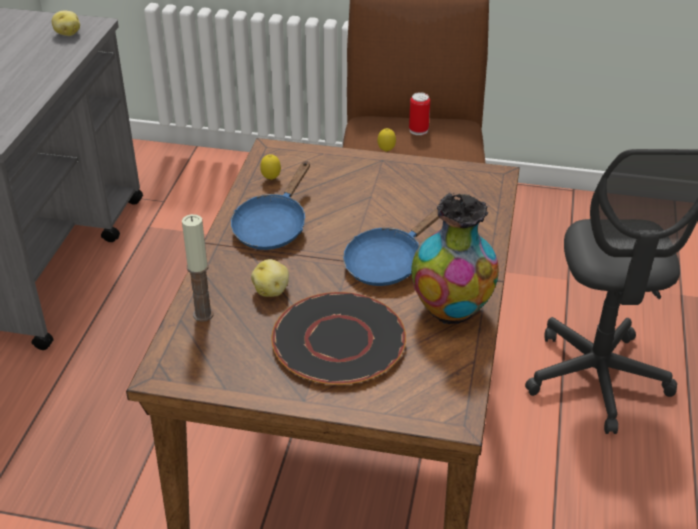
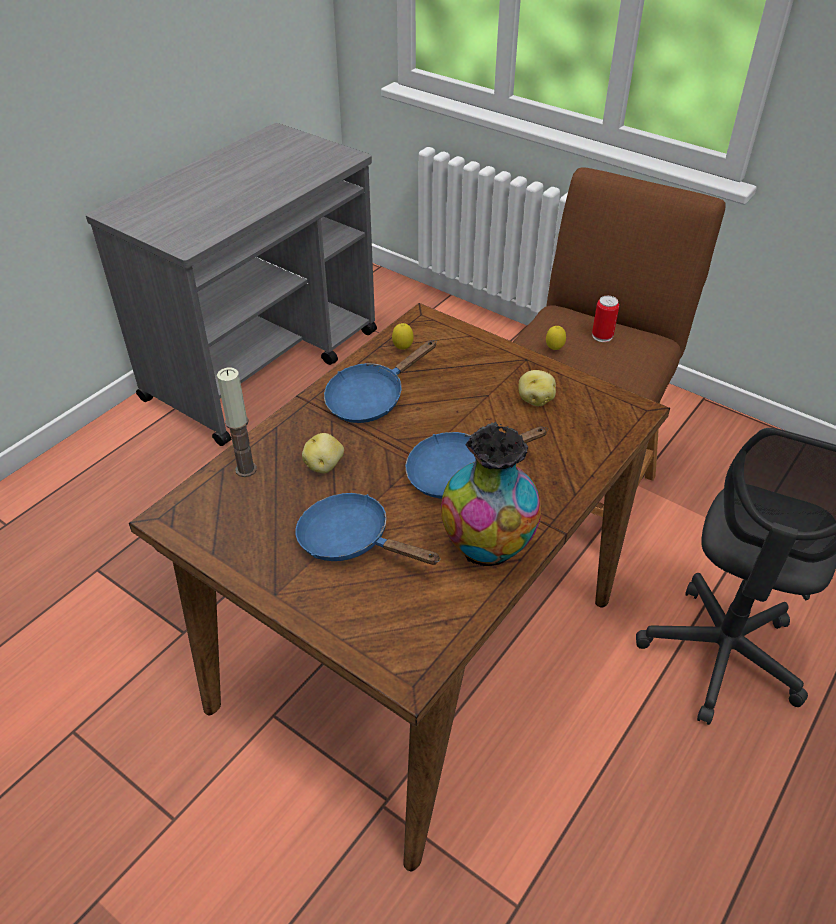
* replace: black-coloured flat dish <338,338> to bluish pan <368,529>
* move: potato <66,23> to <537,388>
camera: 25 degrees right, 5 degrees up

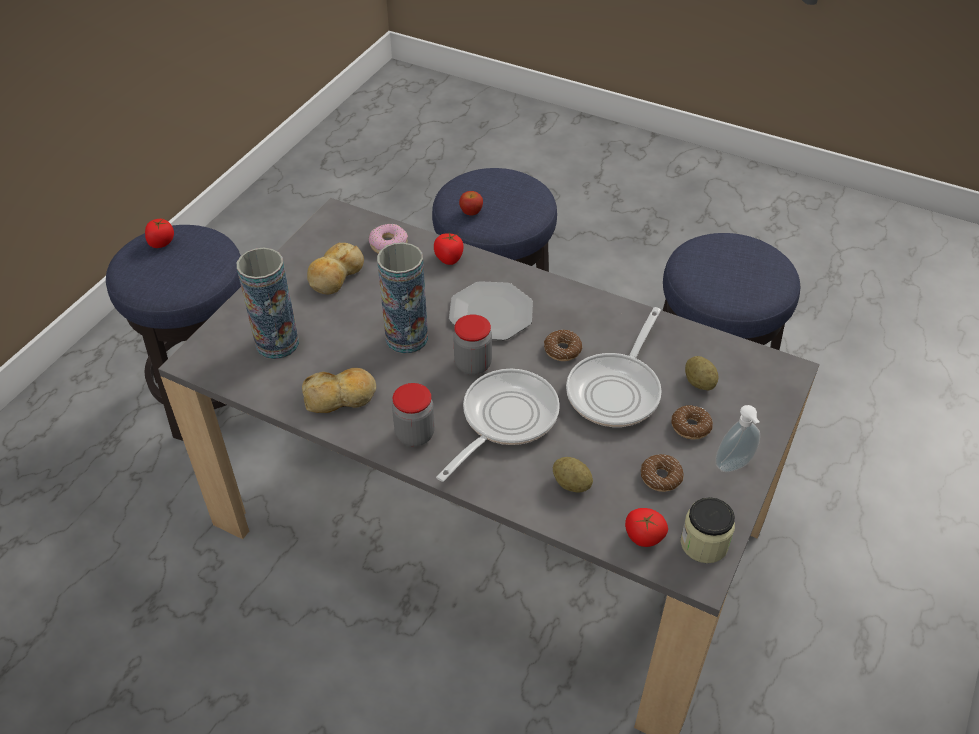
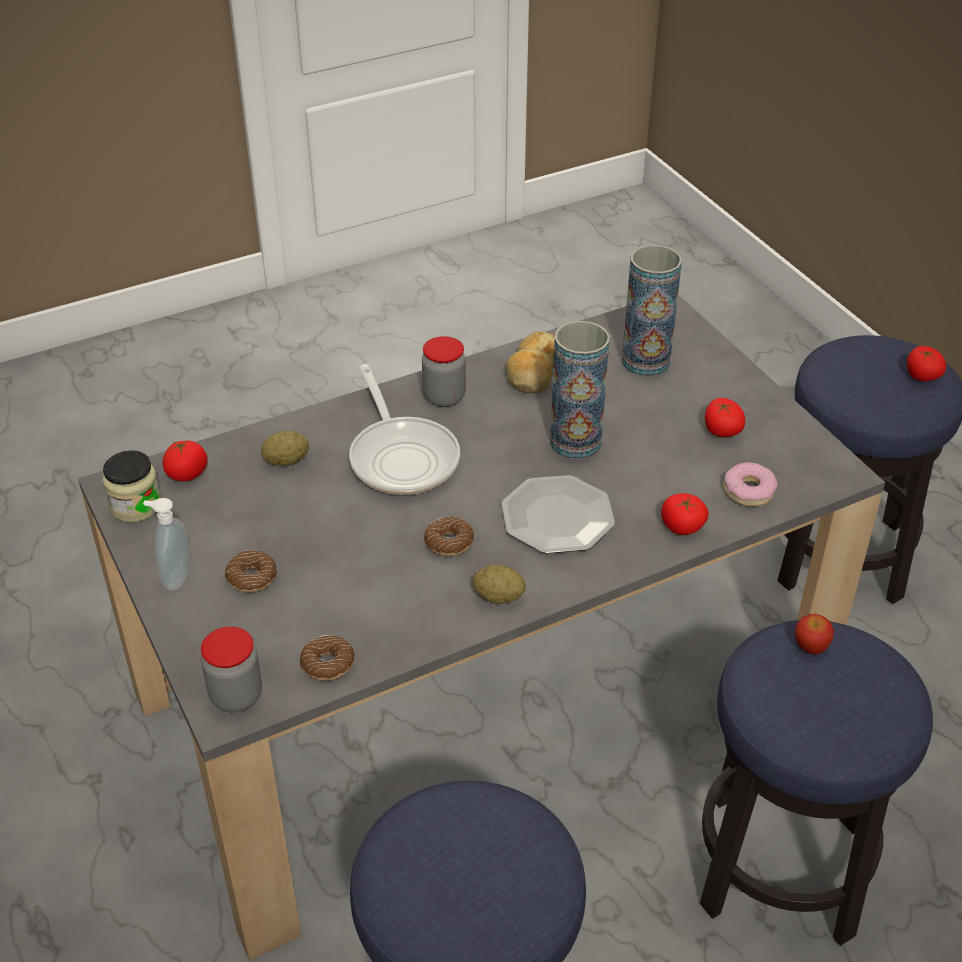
* move: storage jar <472,344> to <231,669>
* move: doughnut <662,473> to <327,658>
* move: potato <701,373> to <499,584>
* replace: bakery bread <335,268> to whole tomato <725,417>
* delete: pan <614,367>
camera: 125 degrees right, 5 degrees down

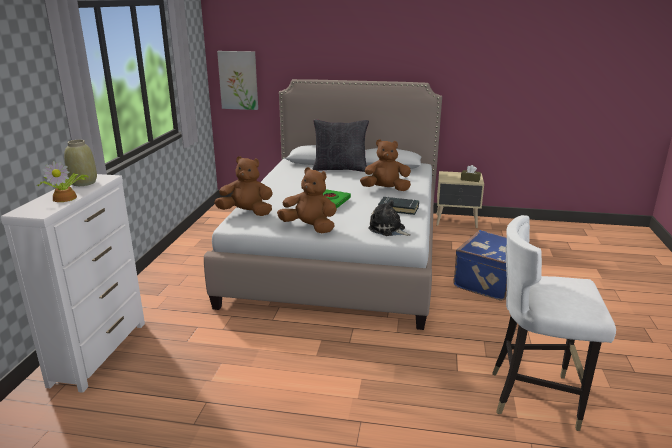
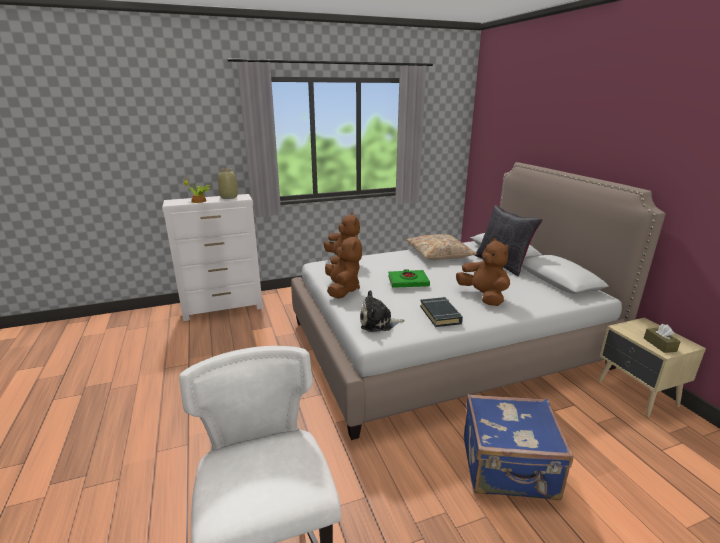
* rotate: plush toy <389,218> = <382,311> 105 degrees counterclockwise
* insert: sand-coloured cushion <441,247>
* delete: wall art <237,80>
camera: 60 degrees right, 0 degrees up

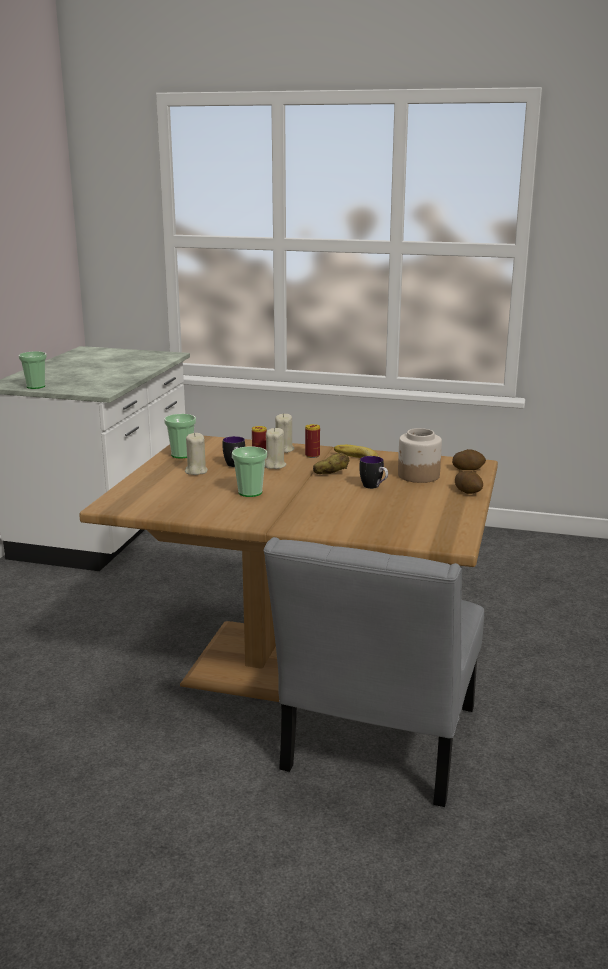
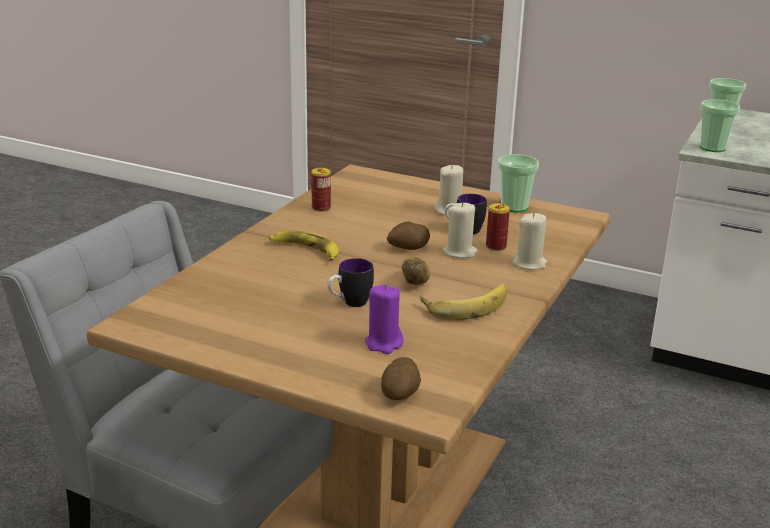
* insert: banana fruit <304,246>
* move: sealed can <312,441> to <321,190>
* replace: storage jar <420,455> to purple-coloured wax candle <384,319>
* move: potato <469,482> to <408,235>
* move: small cup <249,472> to <720,125>
camera: 100 degrees right, 5 degrees up

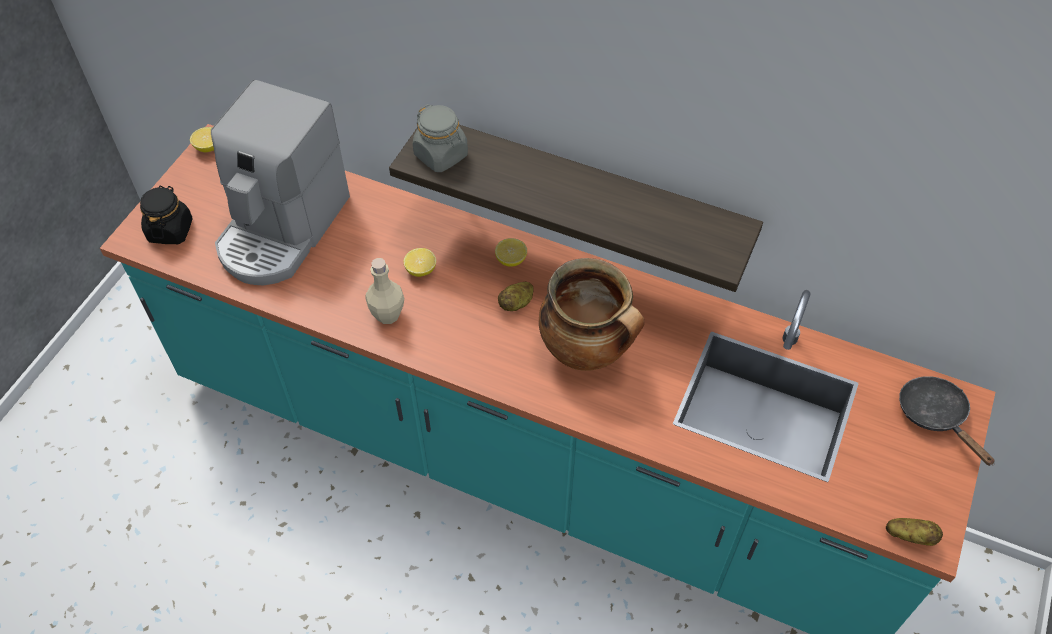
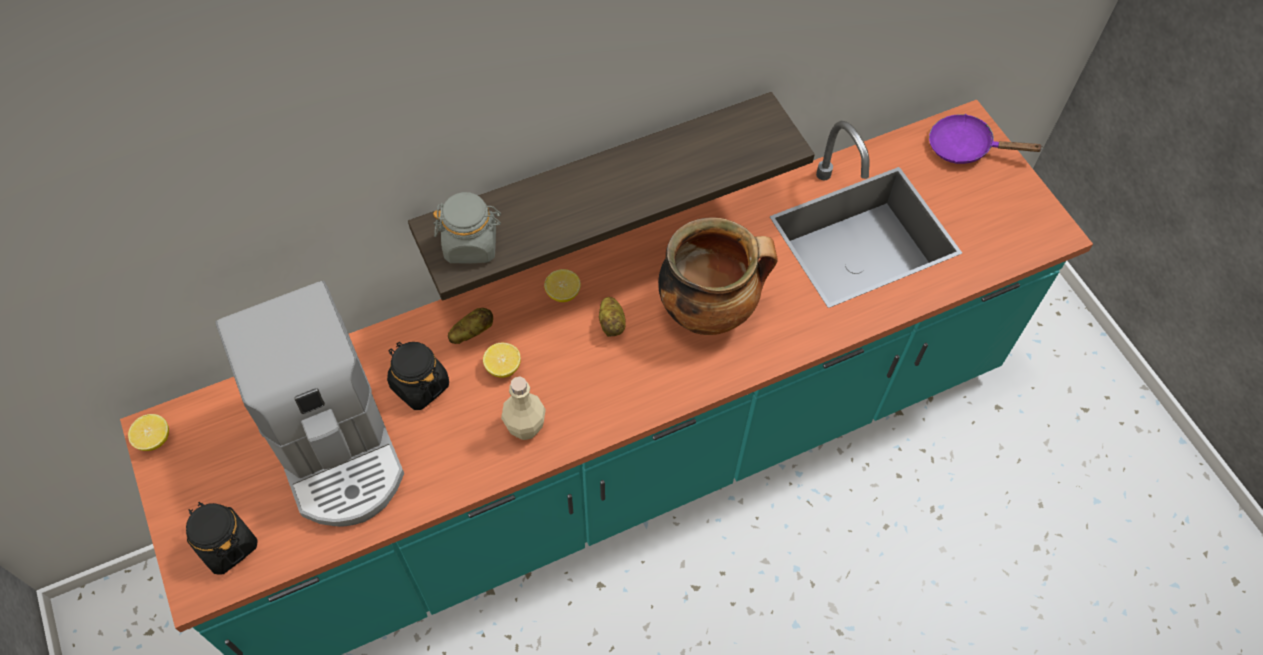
* insert: black-coloured storage jar <418,376>
* move: potato <914,532> to <470,326>
* recolor: black-coloured pan <947,421> to purple-coloured pan <986,139>
camera: 50 degrees left, 5 degrees up

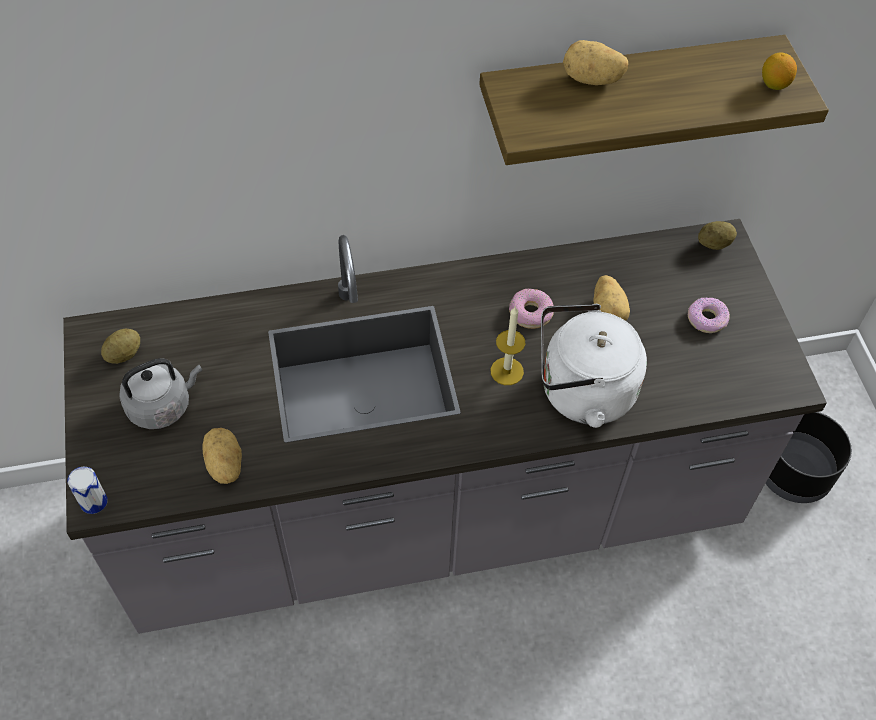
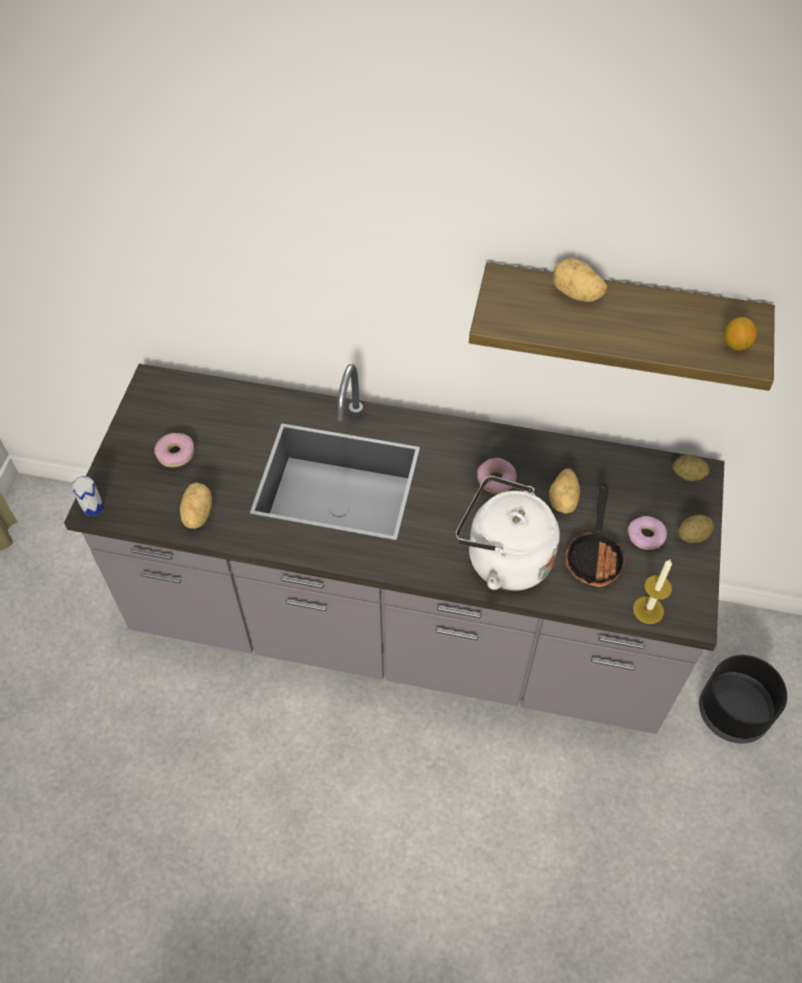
* replace: gray tea kettle <160,393> to doughnut <174,450>
* insert: pan <596,535>
* move: wax candle <508,346> to <652,592>
* move: potato <120,346> to <696,529>
camera: 25 degrees right, 0 degrees up

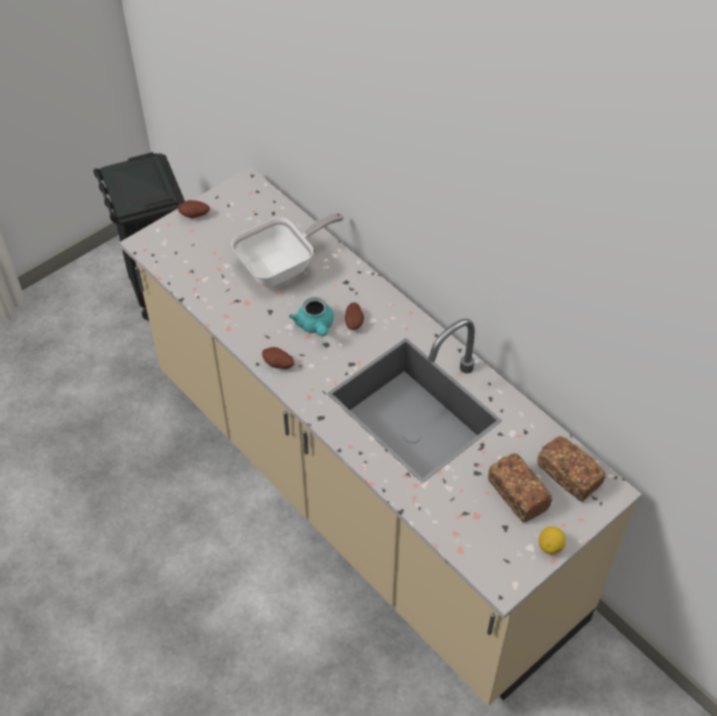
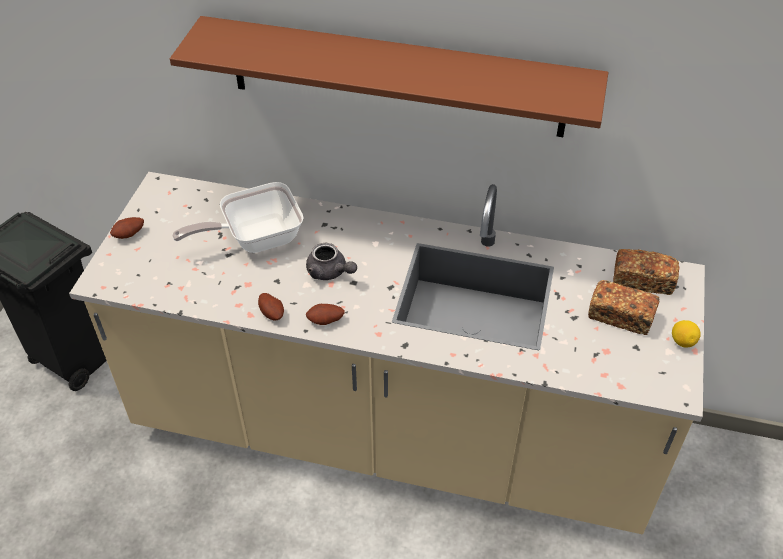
* insert: brown-coloured bracket shelf <389,76>
* rotate: pan <287,249> = <238,217> 135 degrees counterclockwise
* move: potato <354,316> to <271,307>
* recolor: turquoise tea pot <311,316> to gray tea pot <331,261>
camera: 35 degrees left, 5 degrees down

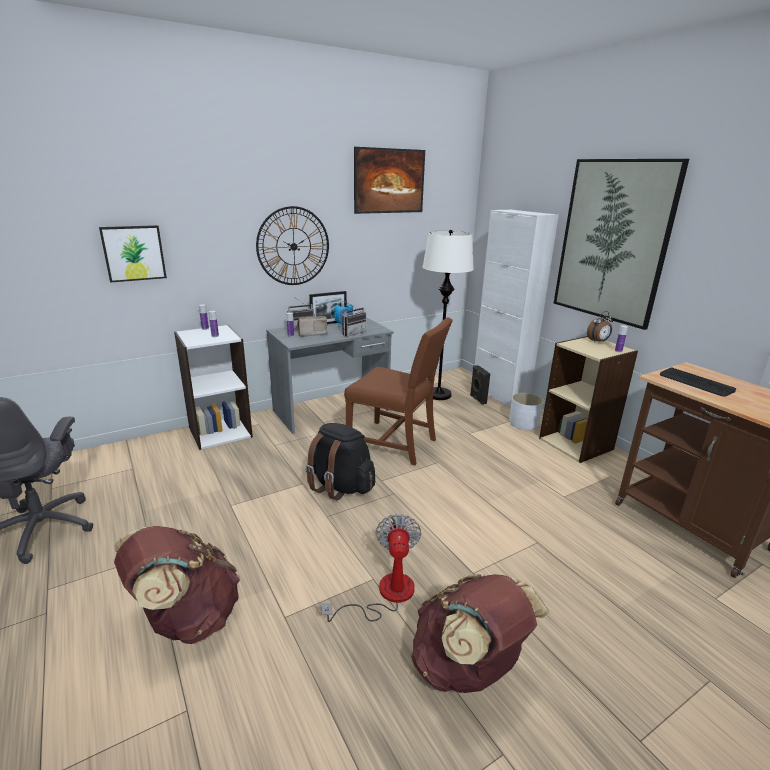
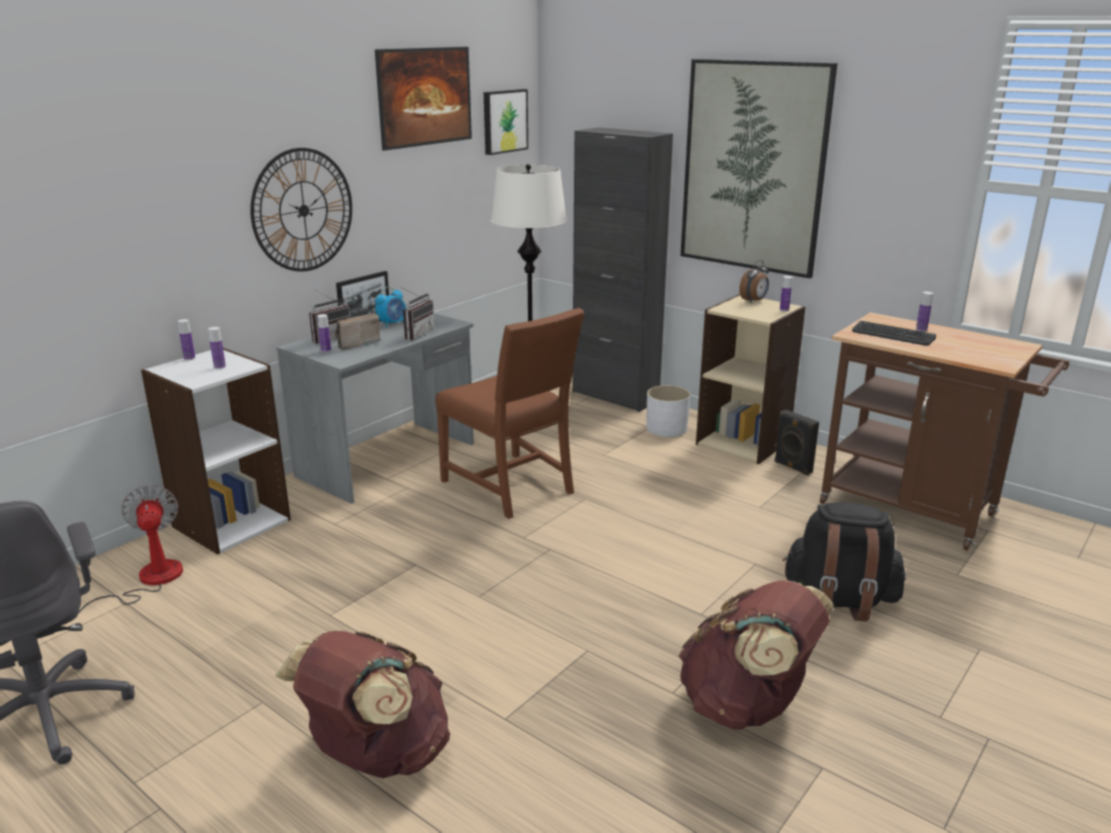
* move: cooling fan <371,568> to <130,549>
* rotate: brown-coloured chair <398,391> = <510,413> 45 degrees clockwise
* move: wall art <133,254> to <506,122>
* recolor: white-coloured storage cabinet <517,309> to black-coloured storage cabinet <622,269>
* move: black-coloured loudspeaker <480,385> to <796,443>
* move: black-coloured knapsack <340,461> to <844,562>
* insert: beverage bottle <924,311>
camera: 20 degrees left, 0 degrees up

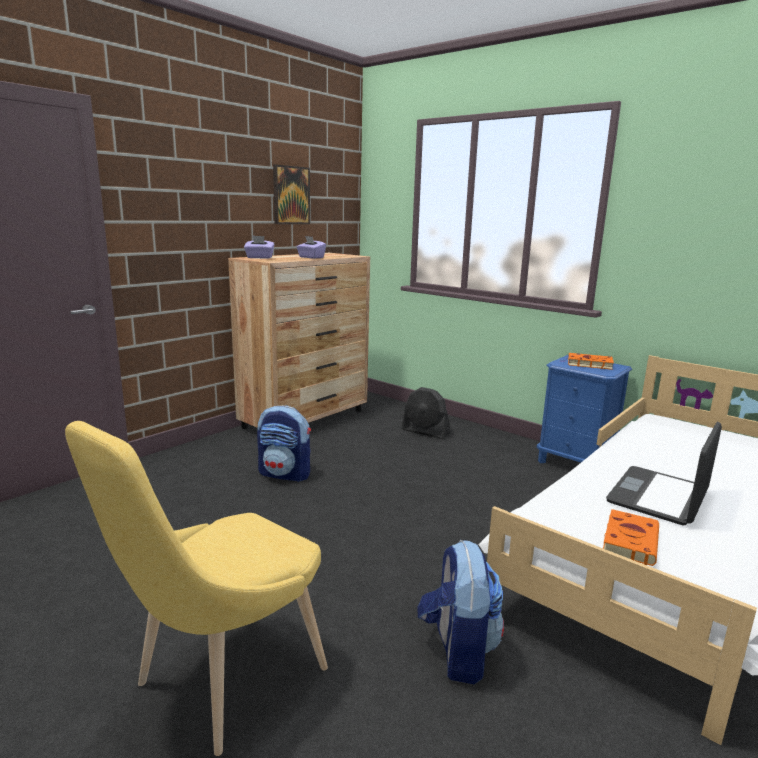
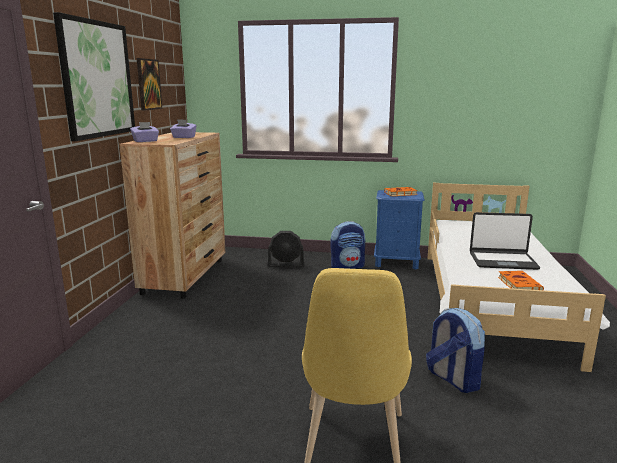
* insert: wall art <94,76>
* move: knapsack <284,443> to <347,245>
* rotate: laptop <664,473> = <505,241> 90 degrees counterclockwise
camera: 30 degrees left, 0 degrees up

